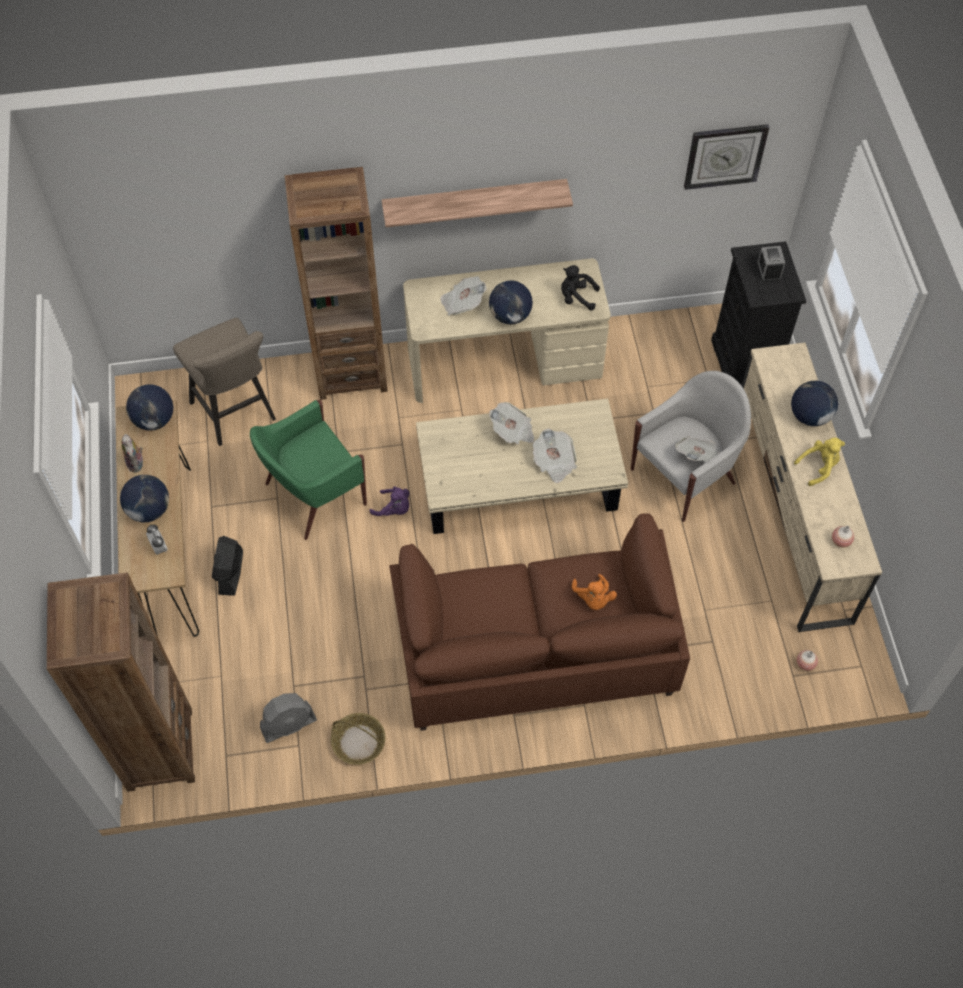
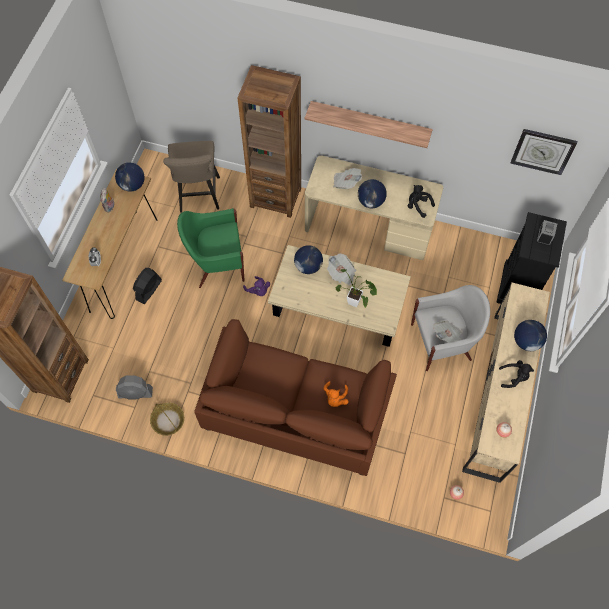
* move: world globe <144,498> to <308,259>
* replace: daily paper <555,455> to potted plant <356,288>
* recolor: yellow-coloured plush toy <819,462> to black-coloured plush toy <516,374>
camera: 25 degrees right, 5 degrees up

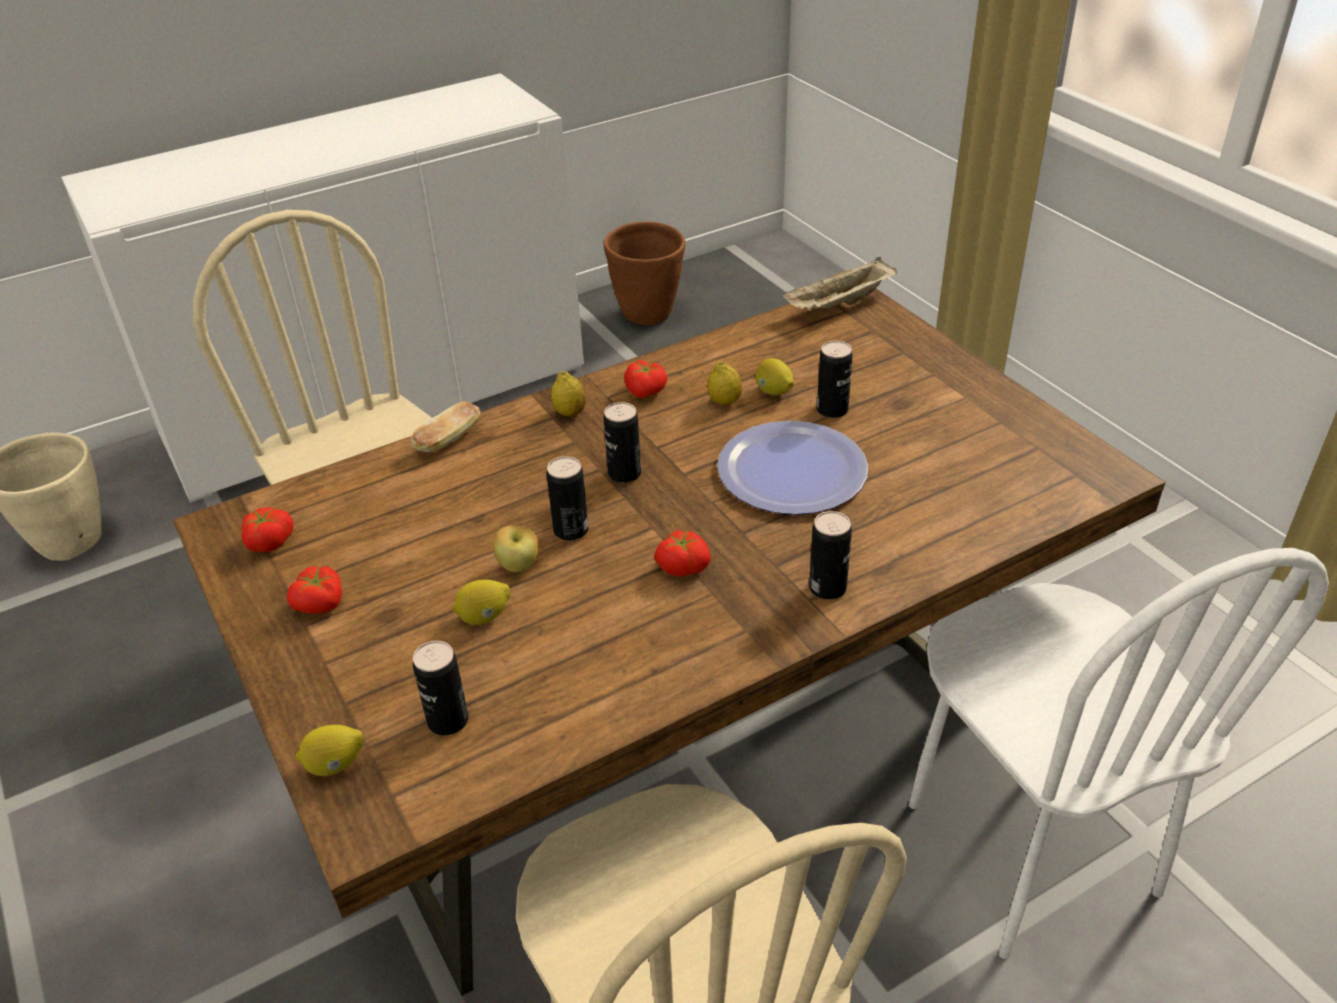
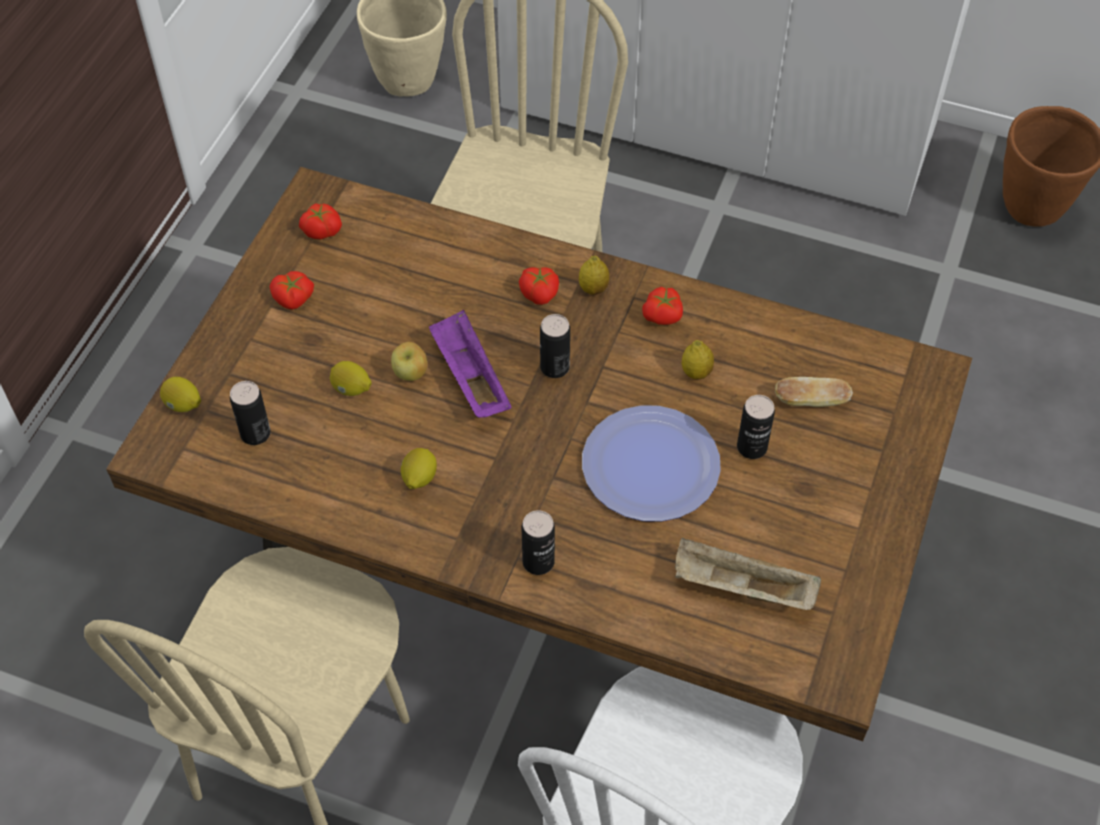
* move: lemon <774,377> to <419,468>
* replace: sealed can <567,498> to purple-coloured tray <470,364>
* move: whole tomato <682,553> to <539,286>
* move: sand-coloured tray <840,284> to <748,574>
* move: bakery bread <445,427> to <814,392>
camera: 50 degrees right, 15 degrees up

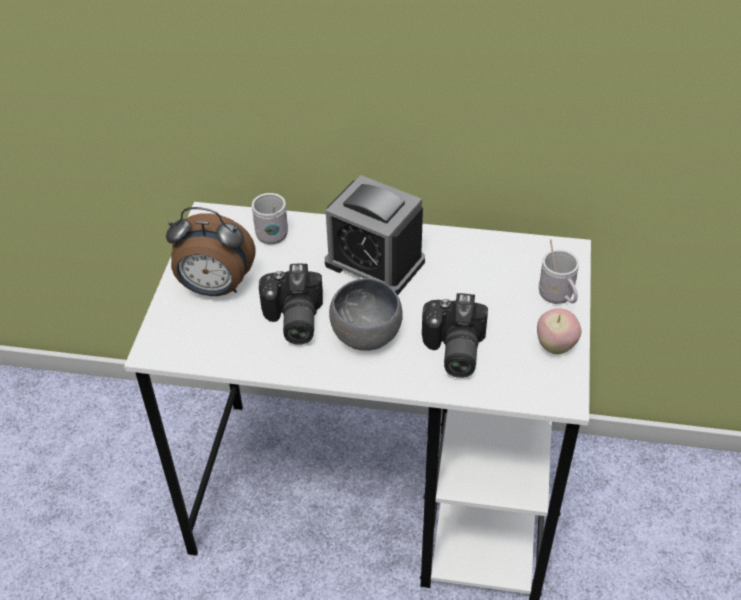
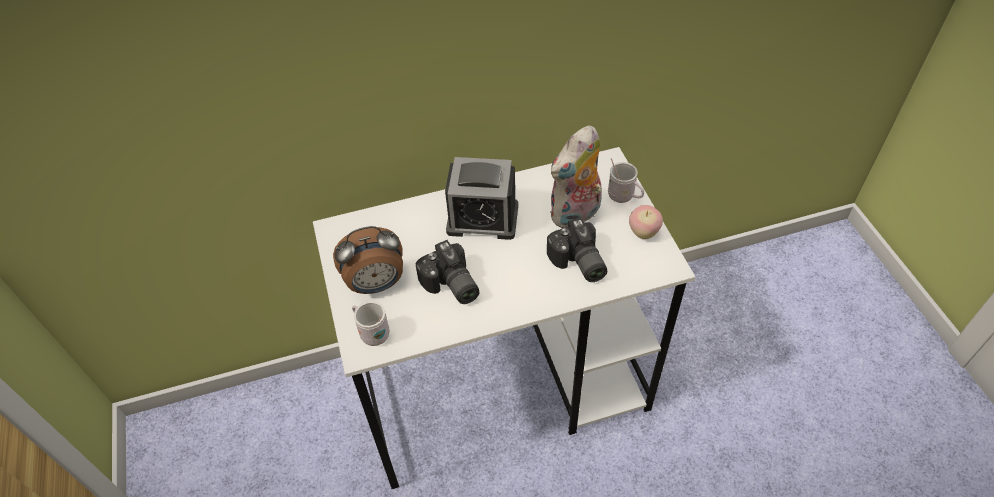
* move: white-coloured coffee mug <270,219> to <371,323>
* insert: plush toy <576,177>
* delete: gray serving bowl <366,314>
camera: 25 degrees left, 5 degrees up

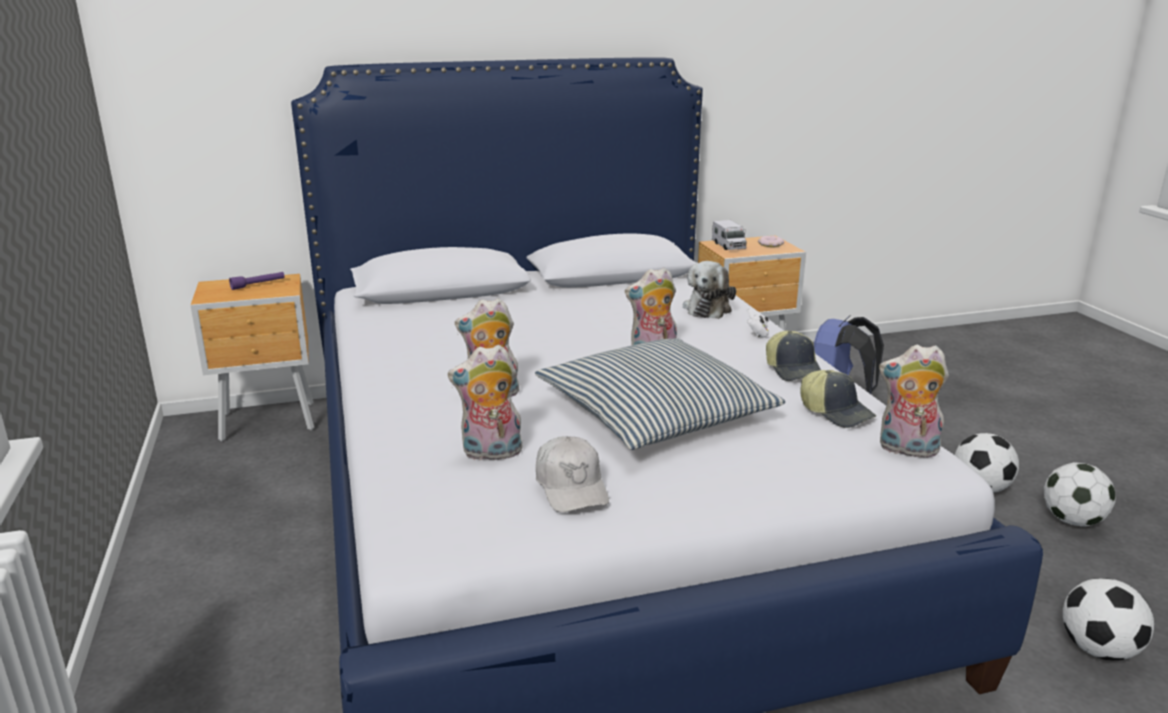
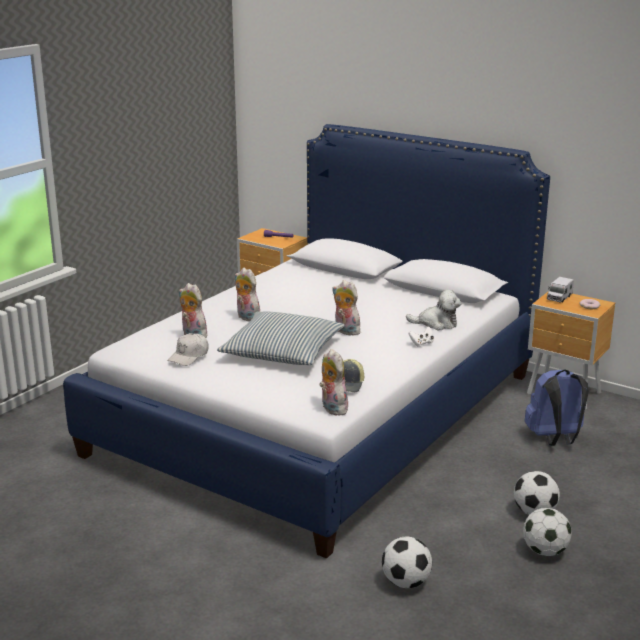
* rotate: plush toy <709,290> = <434,310> 150 degrees counterclockwise
* delete: peaked cap <793,356>
camera: 50 degrees right, 0 degrees up

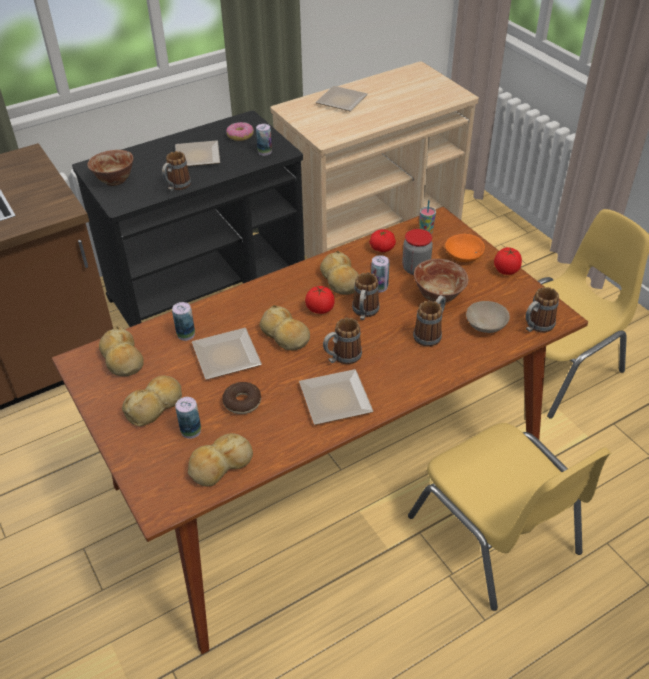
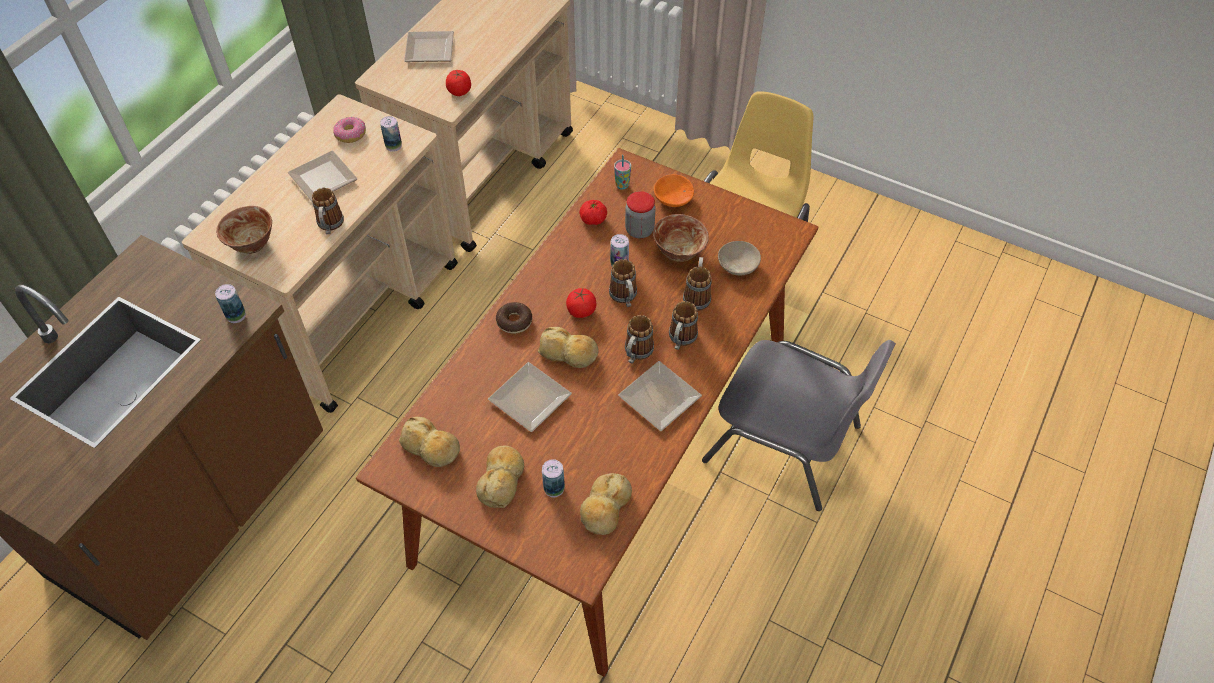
* recolor: black-coloured cart <188,218> to sand-coloured cart <320,253>
* move: sealed can <183,321> to <230,303>
* move: whole tomato <508,261> to <458,83>
* move: doughnut <241,398> to <514,318>
* move: coffee mug <542,310> to <683,325>
* recolor: yellow-coloured chair <509,517> to gray chair <799,425>
* delete: bakery bread <339,273>
camera: 30 degrees left, 10 degrees up

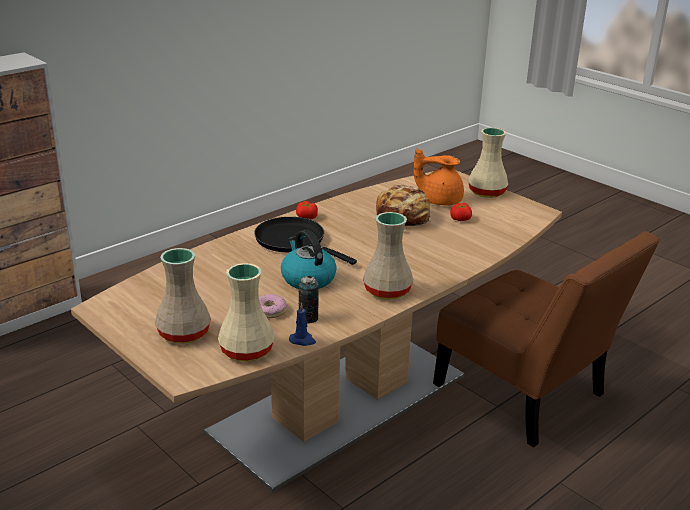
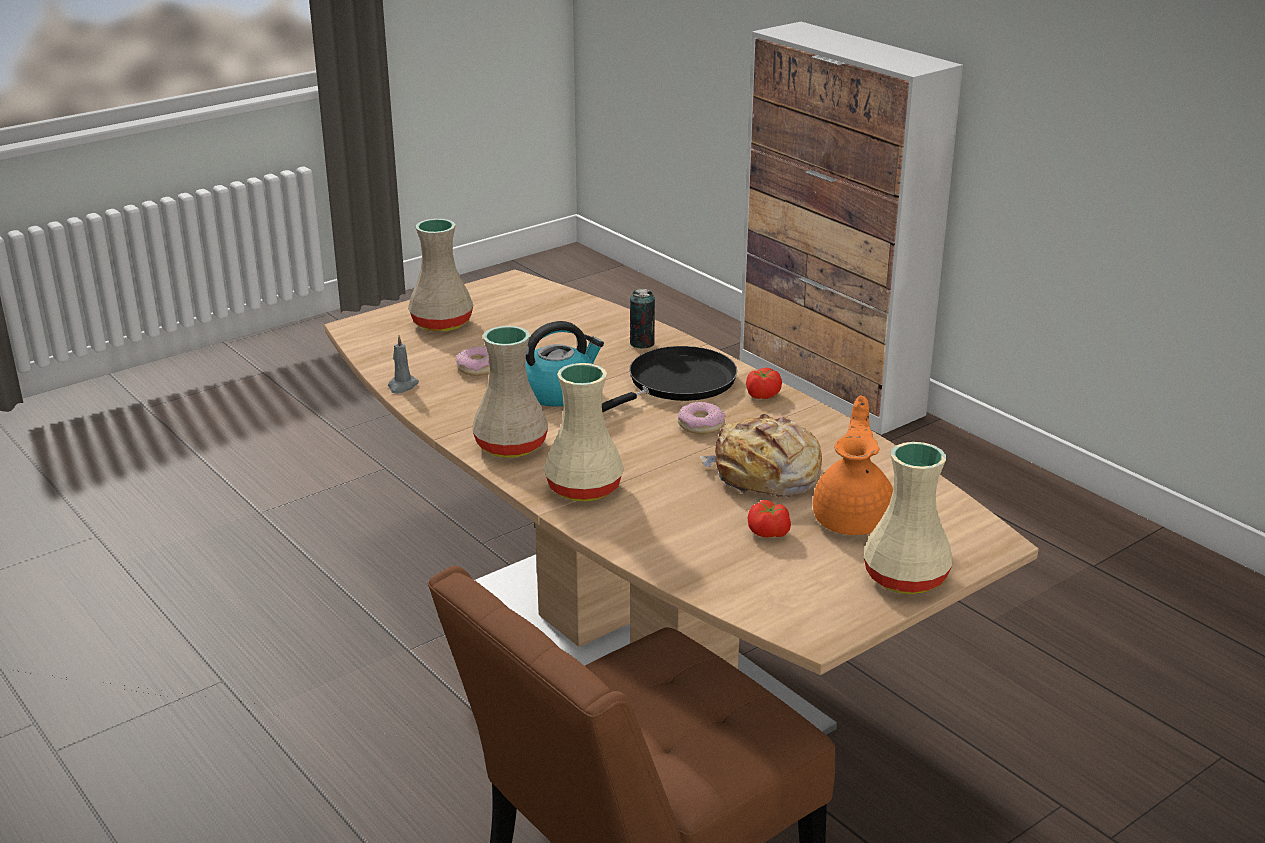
* recolor: bluish wax candle <302,324> to gray wax candle <403,364>
* move: sand-coloured vase <246,312> to <584,432>
* move: sealed can <309,300> to <642,319>
* insert: doughnut <702,418>
camera: 95 degrees right, 0 degrees up

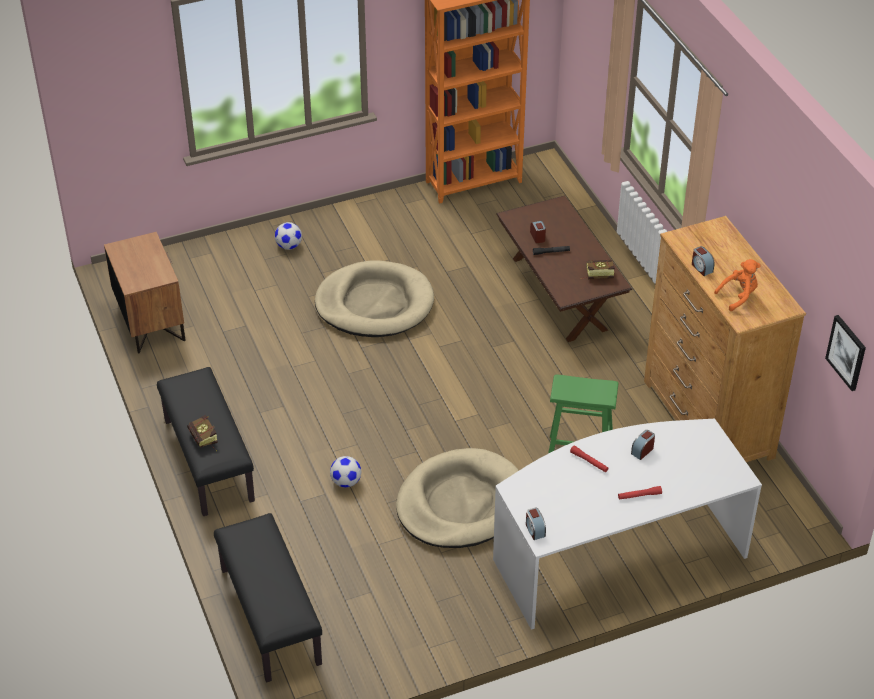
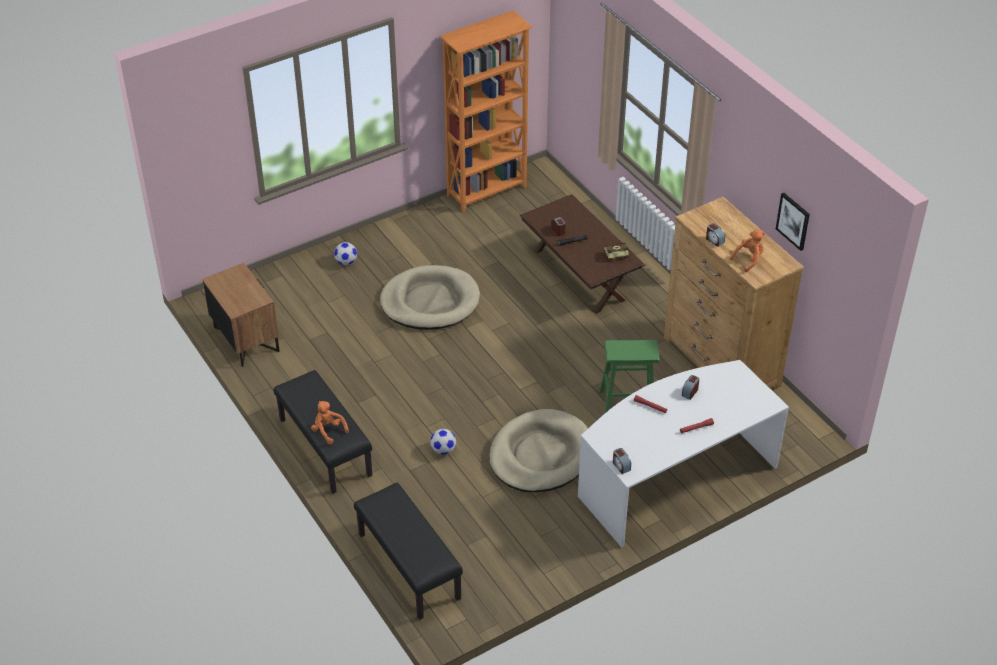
* replace: bound book <202,433> to orange-coloured plush toy <330,423>
* move: wall art <845,353> to <793,222>
camera: 10 degrees left, 0 degrees up

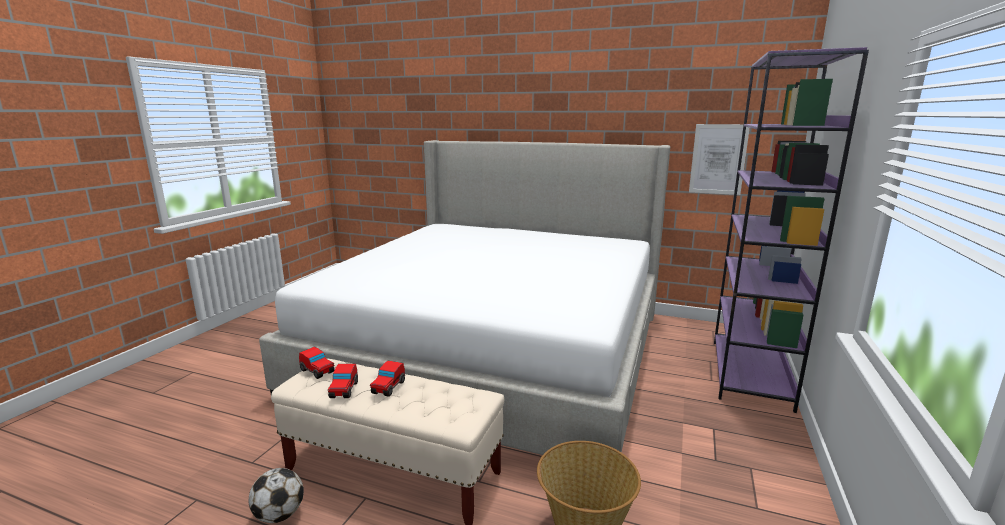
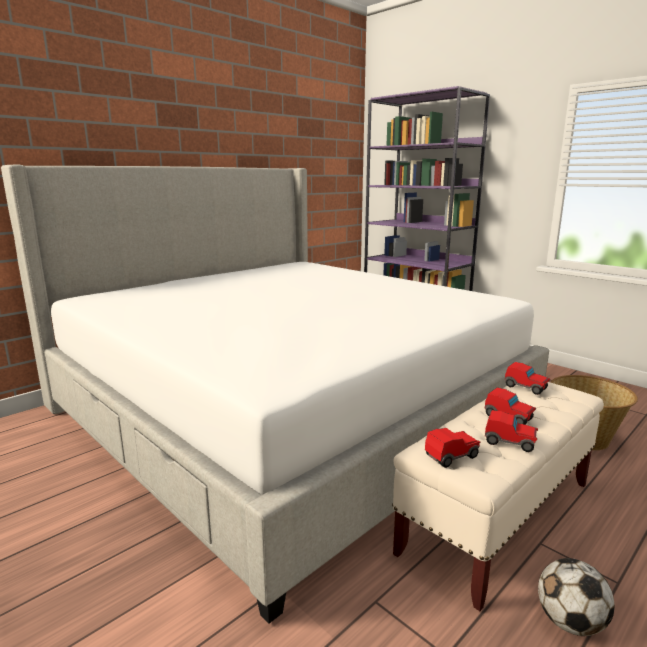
* insert: toy car <527,378>
* delete: wall art <719,159>
camera: 65 degrees left, 0 degrees up

